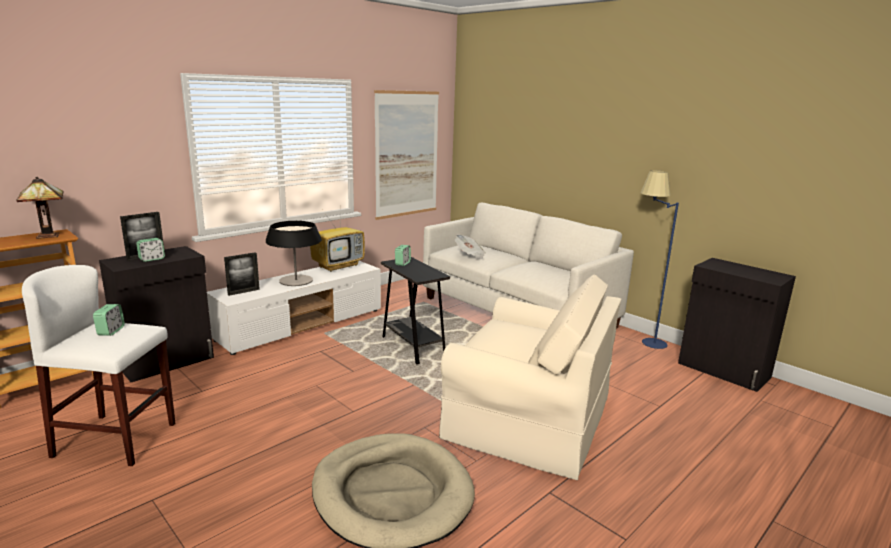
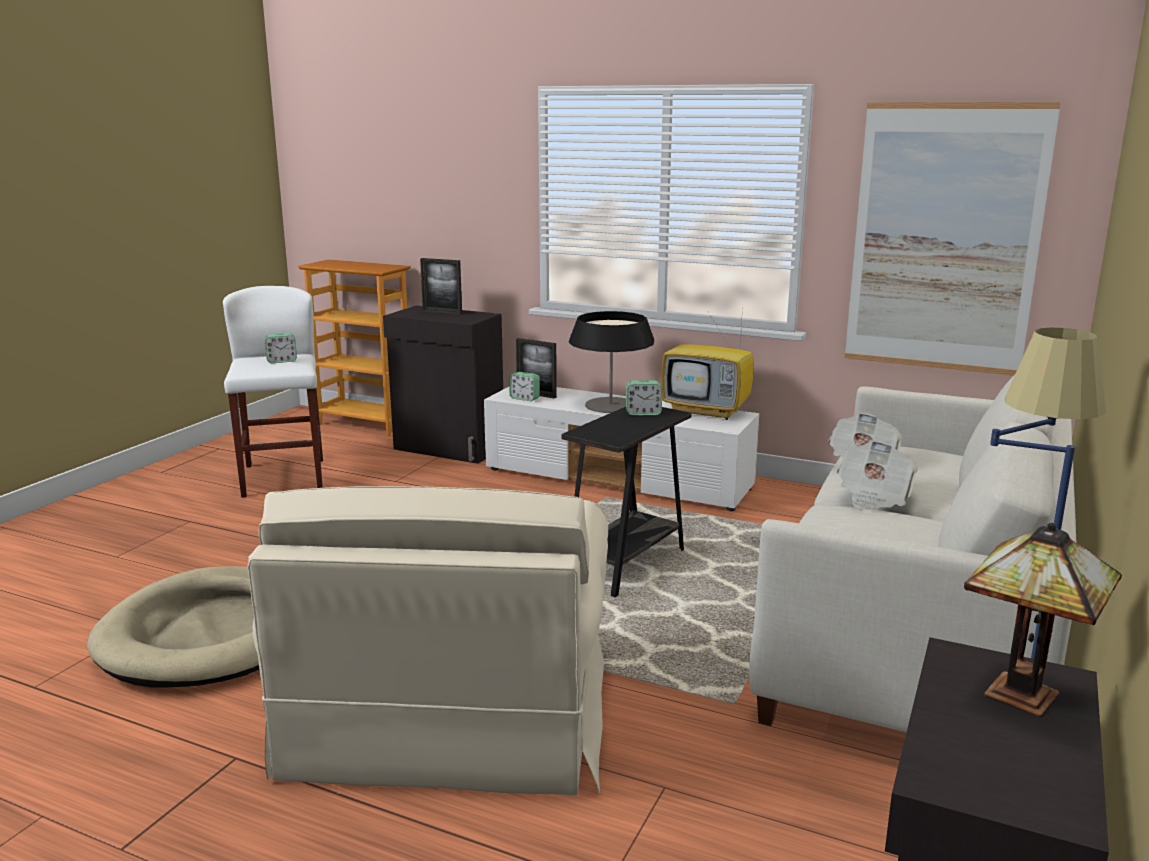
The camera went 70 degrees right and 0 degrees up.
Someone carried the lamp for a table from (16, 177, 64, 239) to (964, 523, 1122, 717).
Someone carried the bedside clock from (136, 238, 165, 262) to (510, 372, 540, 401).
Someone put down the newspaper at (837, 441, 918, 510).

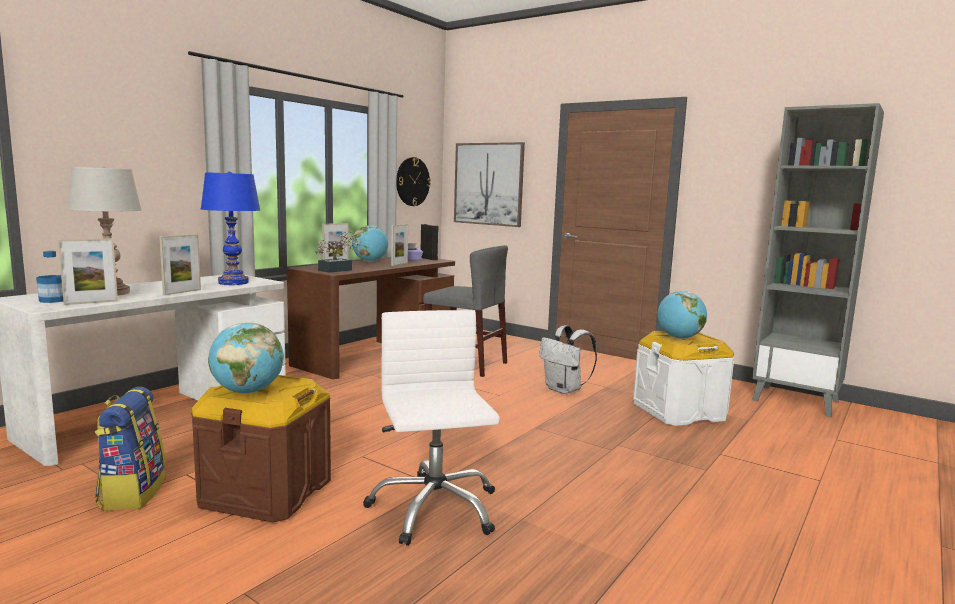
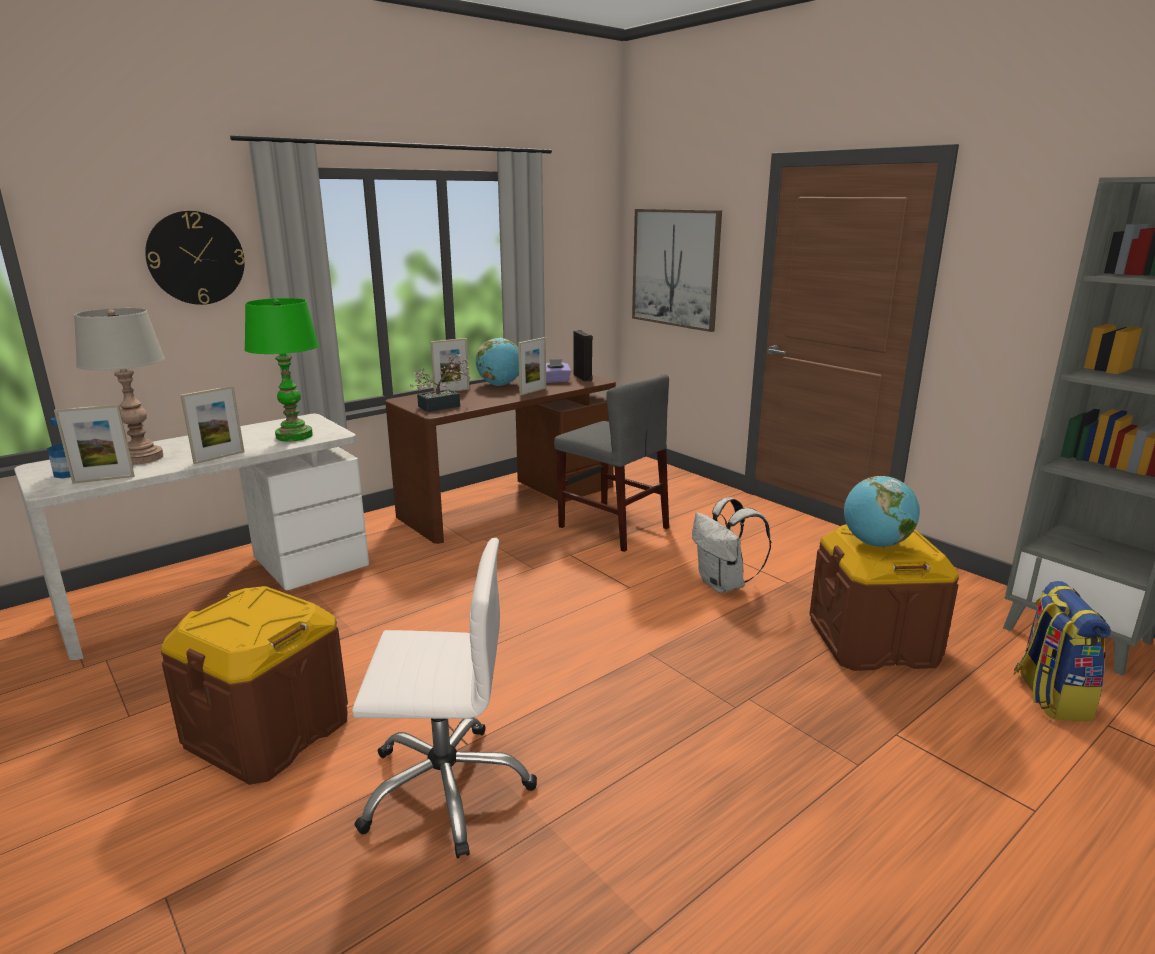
The camera went 15 degrees right and 10 degrees up.
Someone carried the knapsack from (95, 387, 166, 510) to (1013, 581, 1111, 721).
Someone repainted the bluish lamp for a table at (201, 172, 260, 285), which became the green-coloured lamp for a table at (244, 298, 319, 442).
Someone took away the globe at (208, 323, 284, 394).
Someone rotated the white-coloured computer chair at (363, 310, 500, 546) by 90 degrees clockwise.
Someone carried the hanging clock from (397, 157, 431, 206) to (145, 211, 245, 305).
Someone repainted the white-coloured storage box at (633, 331, 734, 426), which became the brown storage box at (809, 524, 959, 671).

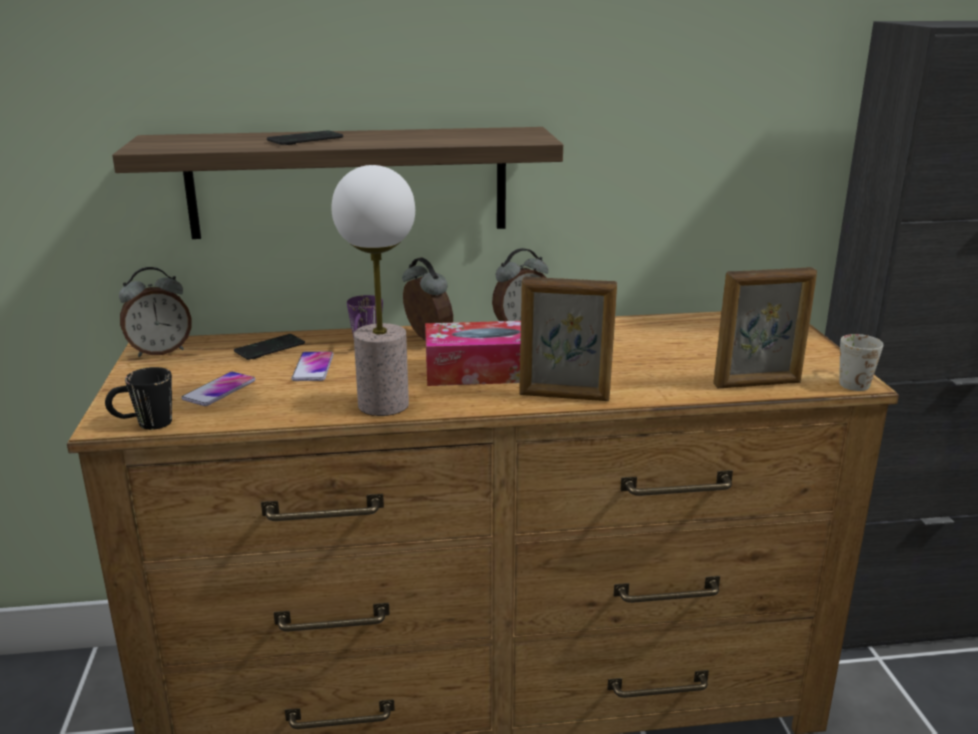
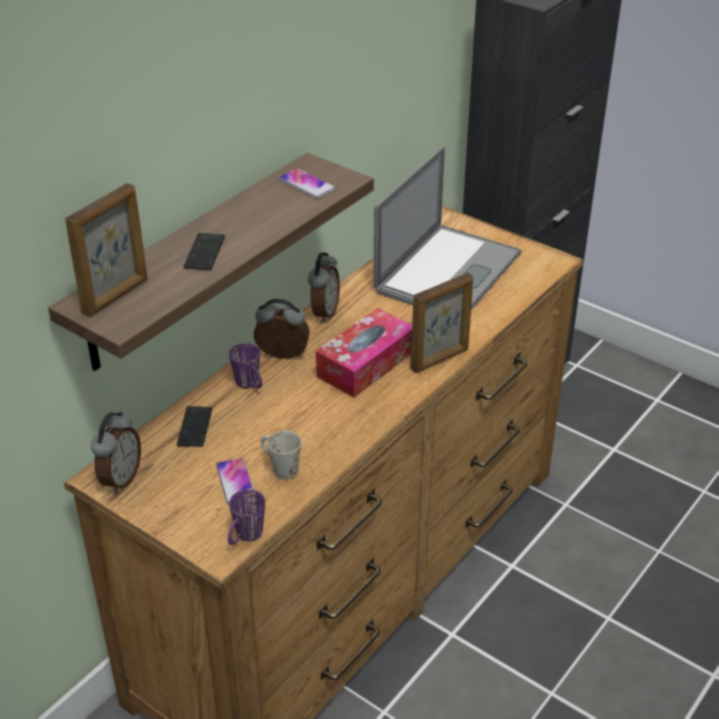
The camera went 45 degrees left and 15 degrees up.
Someone repainted the black tea mug at (105, 367, 172, 430), which became the purplish tea mug at (228, 489, 265, 545).
Someone carried the handset from (292, 351, 333, 381) to (279, 168, 336, 199).
Someone took away the lamp for a table at (331, 165, 415, 416).
Someone carried the photo frame from (713, 267, 817, 388) to (65, 183, 147, 317).
Someone carried the white-coloured tea mug from (839, 334, 883, 391) to (261, 430, 301, 480).
Someone put down the laptop at (373, 146, 521, 310).

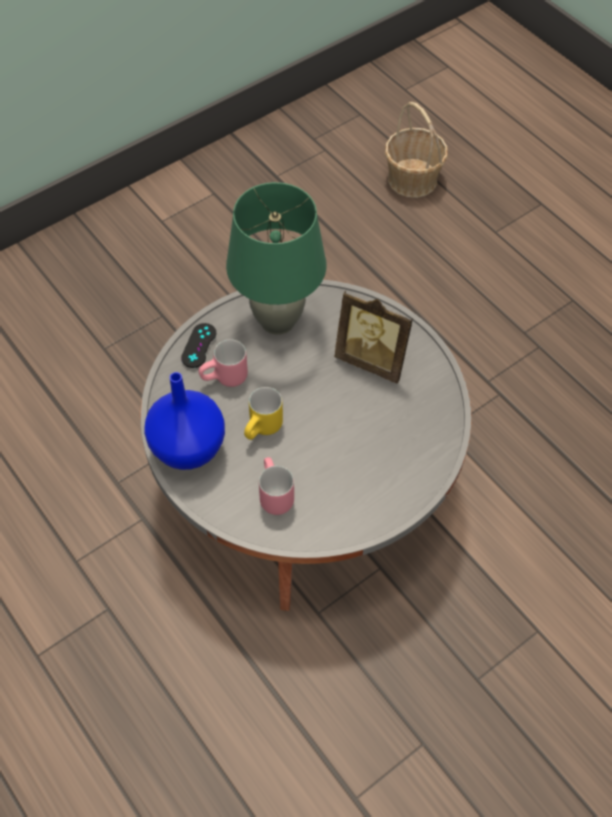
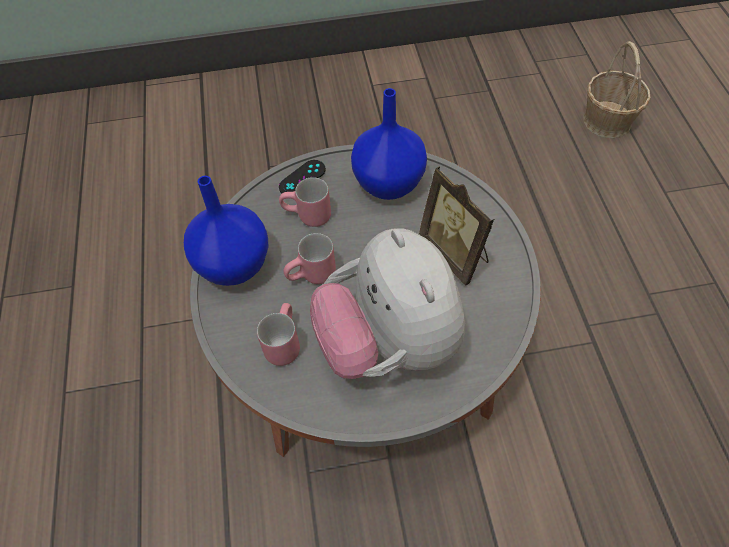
The camera went 30 degrees right and 0 degrees up.
Someone swapped the green-coloured lamp for a table at (226, 182, 326, 335) for the bluish vase at (351, 88, 427, 200).
Someone repainted the yellow-coloured tea mug at (244, 387, 283, 440), which became the pink-coloured tea mug at (284, 233, 336, 284).
Someone put down the soft toy at (310, 228, 465, 379).

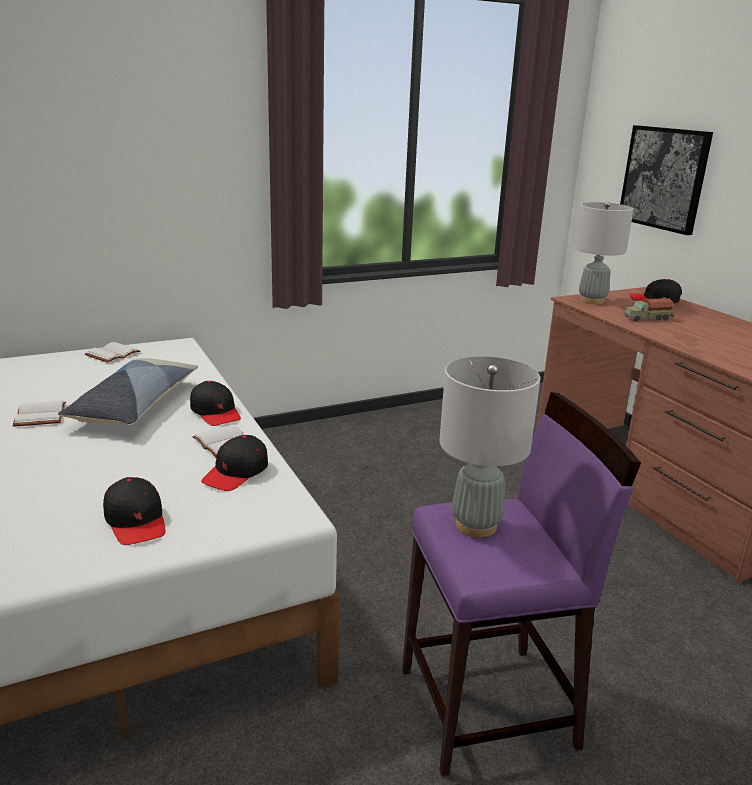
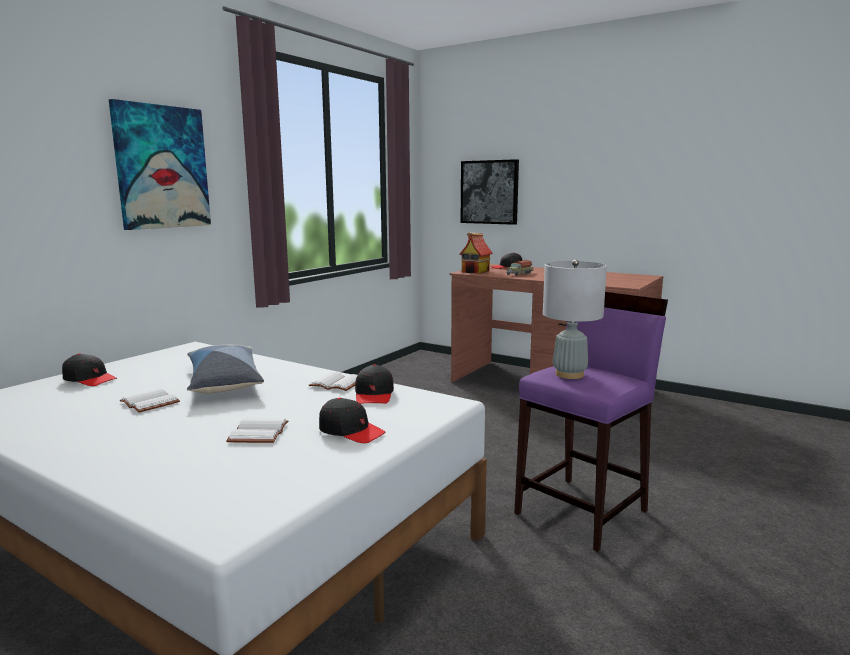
The camera went 30 degrees left and 10 degrees down.
Someone carried the white-coloured book from (85, 342, 140, 363) to (226, 418, 288, 443).
Someone carried the black peaked cap from (190, 381, 241, 426) to (62, 353, 117, 386).
Someone swapped the greyish lamp for a table at (575, 202, 634, 304) for the miniature house at (459, 233, 493, 274).
Someone put up the picture at (109, 99, 211, 230).

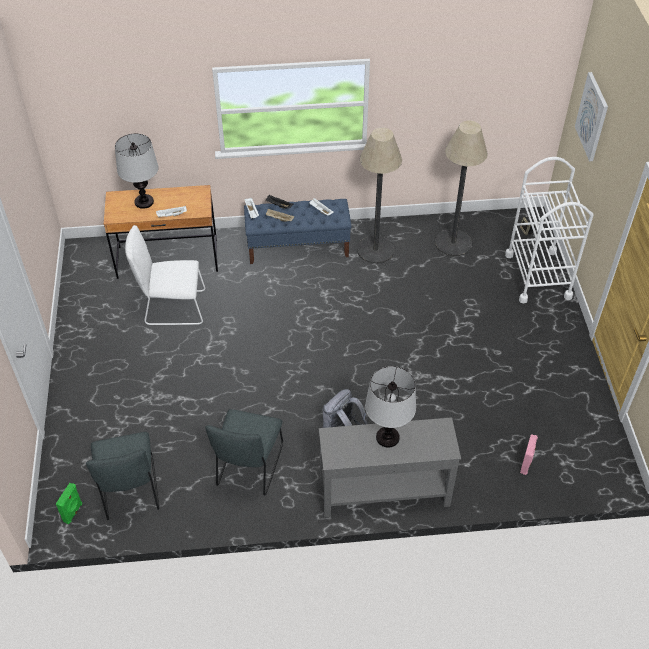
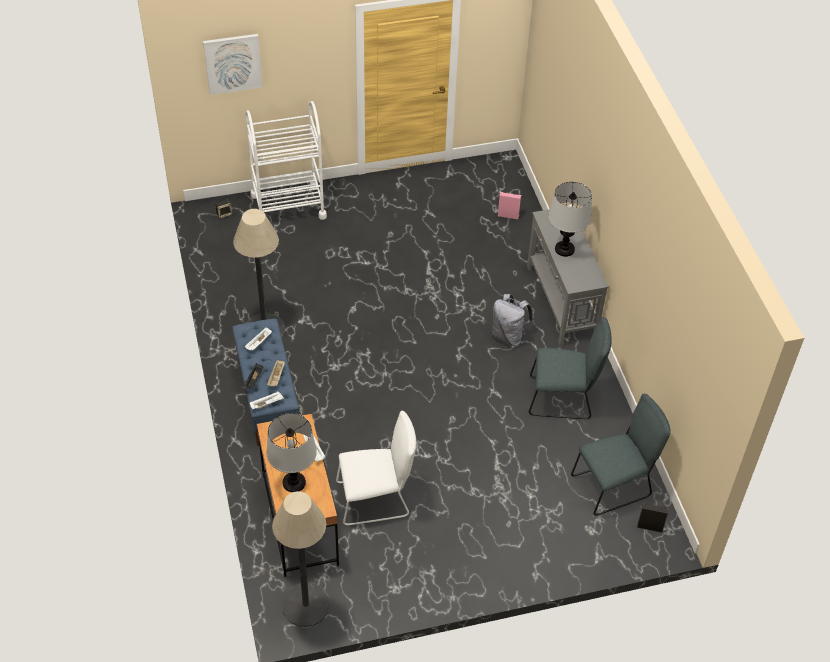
The camera went 100 degrees left and 0 degrees up.
Someone repainted the green-coloured speaker at (56, 483, 82, 524), which became the black speaker at (637, 503, 669, 532).
Someone rotated the white-coloured plain chair at (125, 225, 205, 325) by 90 degrees counterclockwise.
Someone carried the standing lamp from (435, 121, 488, 256) to (272, 491, 330, 627).

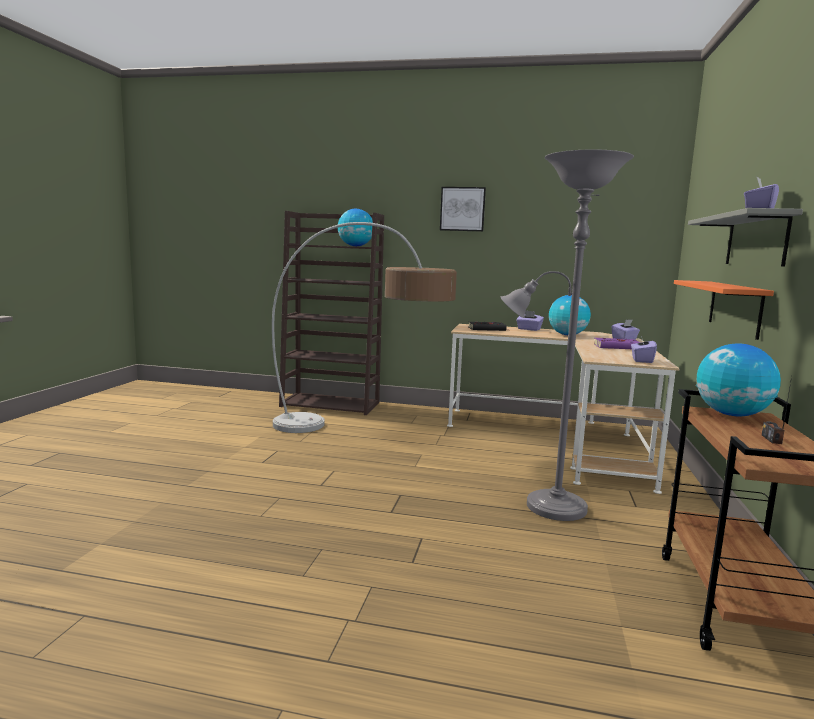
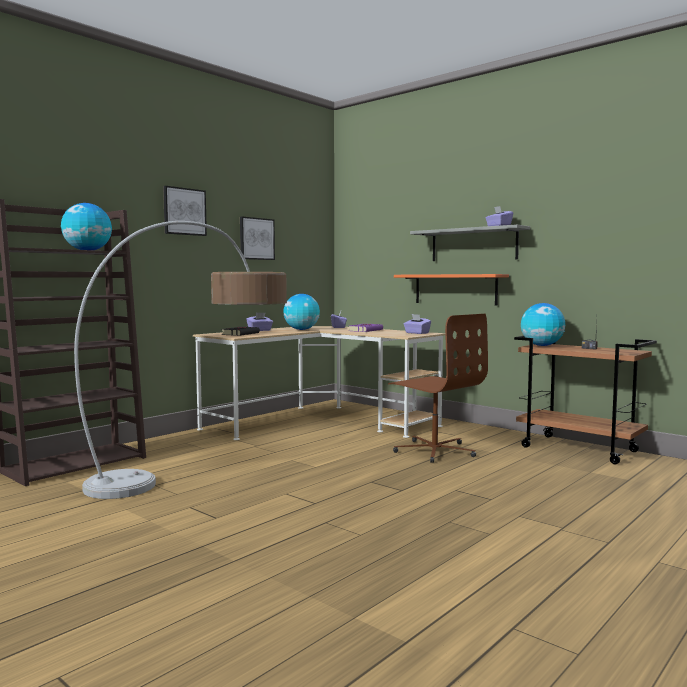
The camera went 60 degrees left and 5 degrees down.
Someone swapped the greyish standing lamp at (500, 149, 634, 521) for the brown computer chair at (388, 314, 488, 463).
Someone put up the picture at (240, 217, 275, 260).

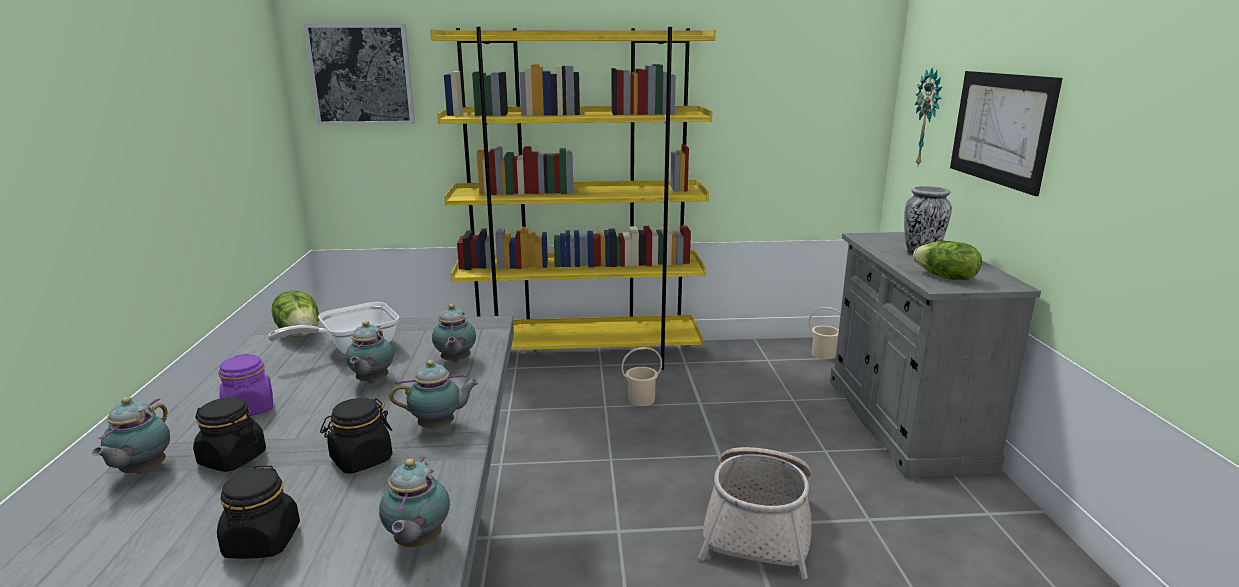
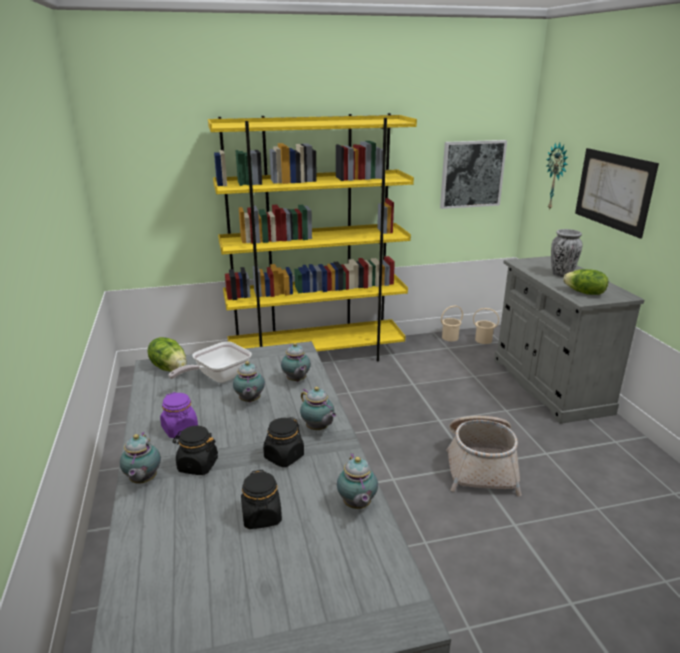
The camera went 10 degrees left and 5 degrees up.
Someone carried the picture from (303, 24, 415, 125) to (440, 140, 507, 209).
Someone rotated the tea pot at (390, 360, 479, 428) by 75 degrees clockwise.
Someone carried the beige-coloured pail from (621, 347, 662, 406) to (441, 306, 463, 341).

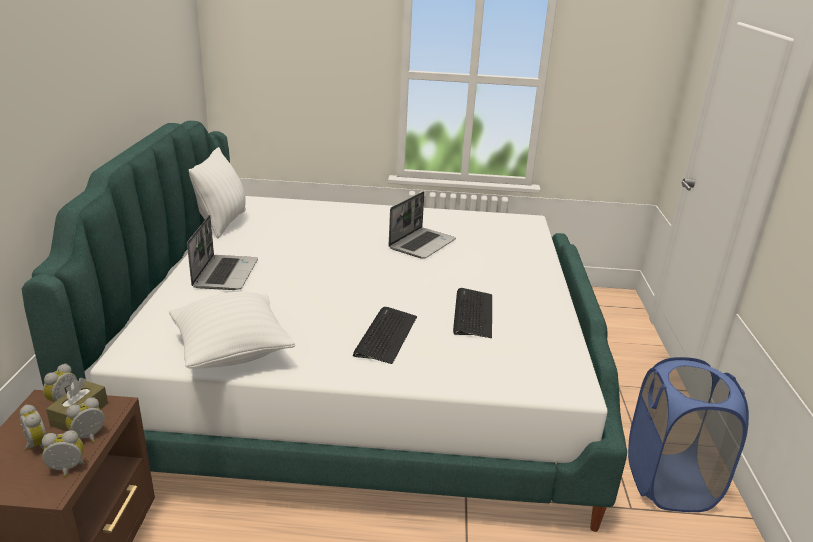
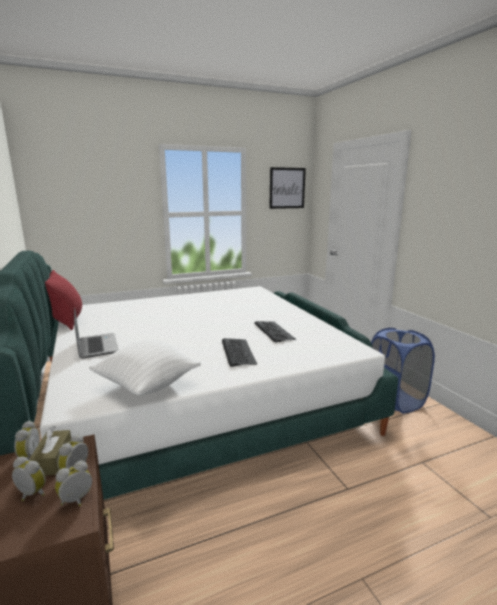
The camera went 25 degrees left and 10 degrees down.
Someone repainted the white-coloured cushion at (189, 147, 246, 238), which became the red cushion at (45, 270, 82, 330).
Someone took away the laptop at (389, 191, 456, 258).
Someone put up the picture at (269, 167, 306, 209).

